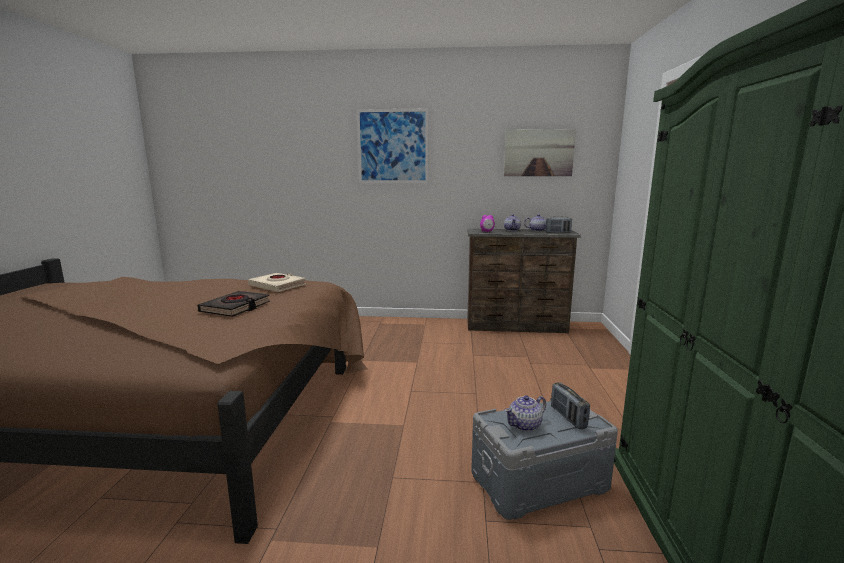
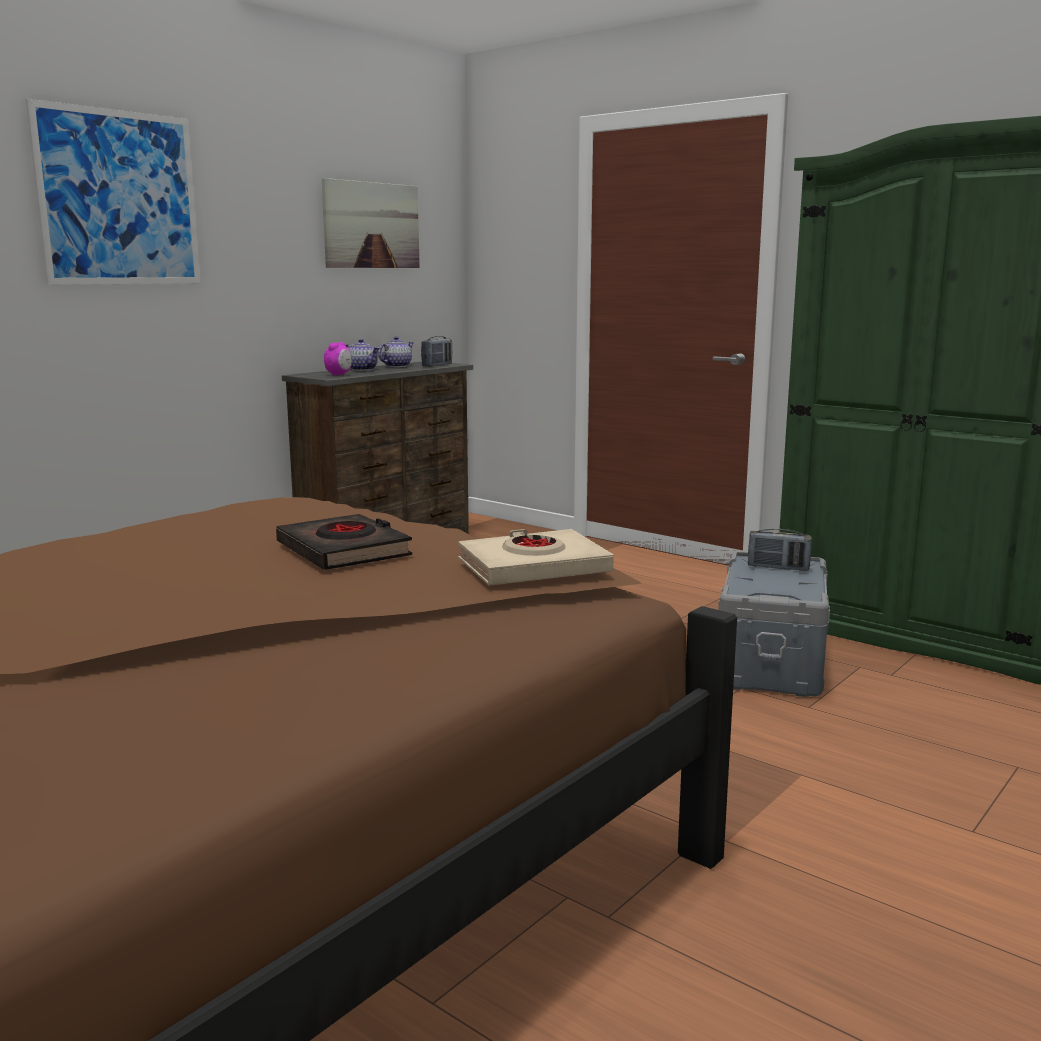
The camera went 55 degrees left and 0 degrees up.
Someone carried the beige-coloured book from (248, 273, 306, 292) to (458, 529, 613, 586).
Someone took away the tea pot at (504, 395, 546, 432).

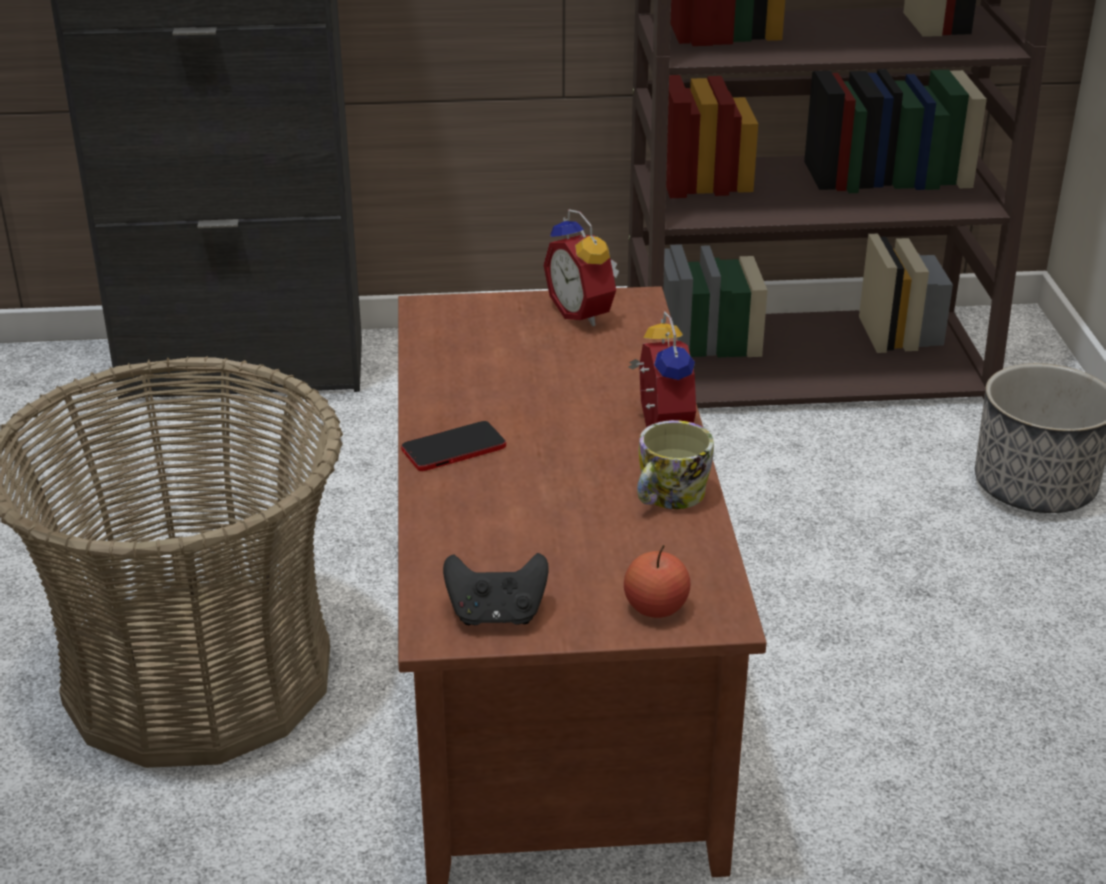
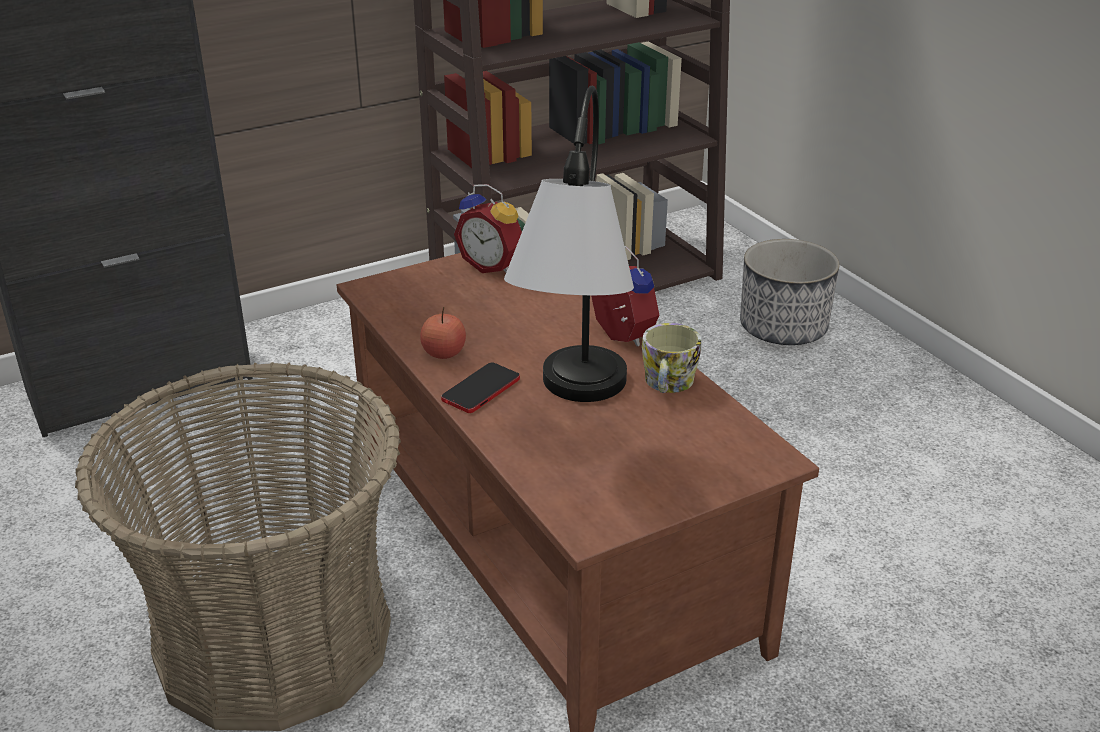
The camera went 25 degrees left and 0 degrees up.
Someone took away the black joypad at (443, 553, 549, 625).
Someone carried the whole apple from (624, 545, 690, 618) to (420, 307, 466, 359).
Someone put down the lamp for a table at (504, 86, 634, 402).

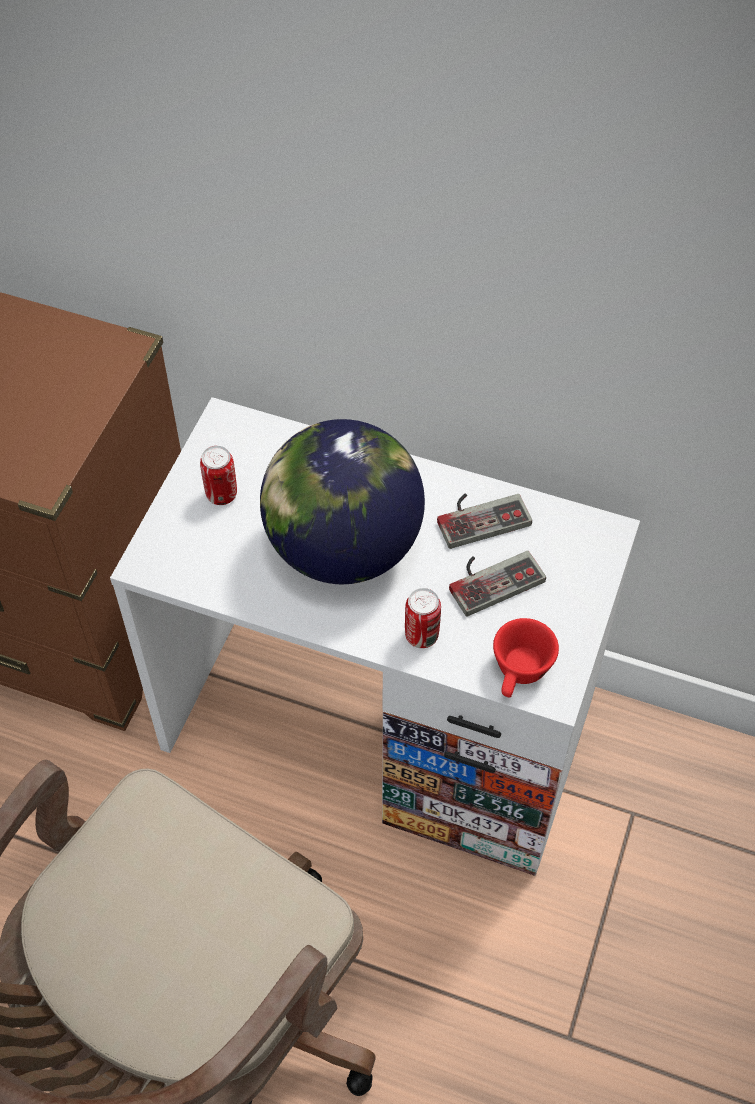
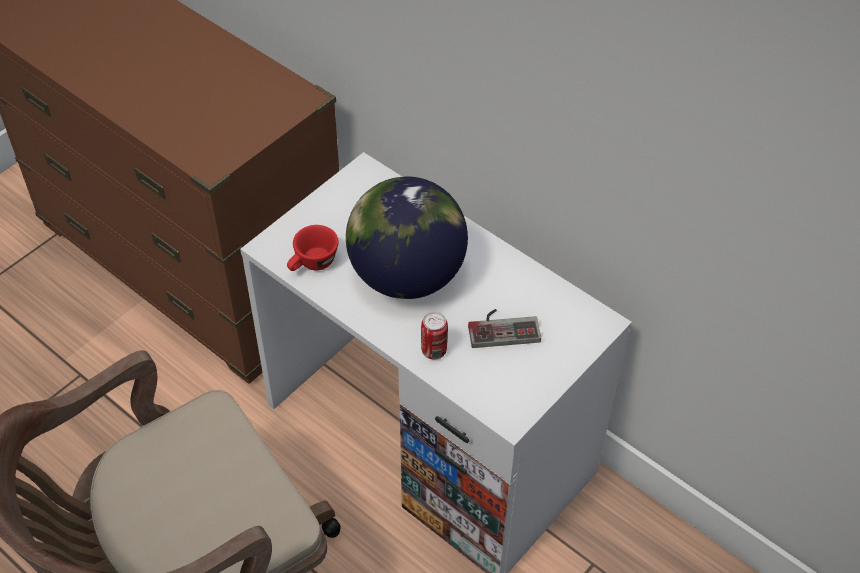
The camera went 20 degrees right and 5 degrees down.
Someone took away the metal can at (200, 446, 237, 505).
Someone took away the joypad at (437, 493, 532, 549).
Someone carried the red small cup from (493, 618, 559, 698) to (287, 225, 339, 271).

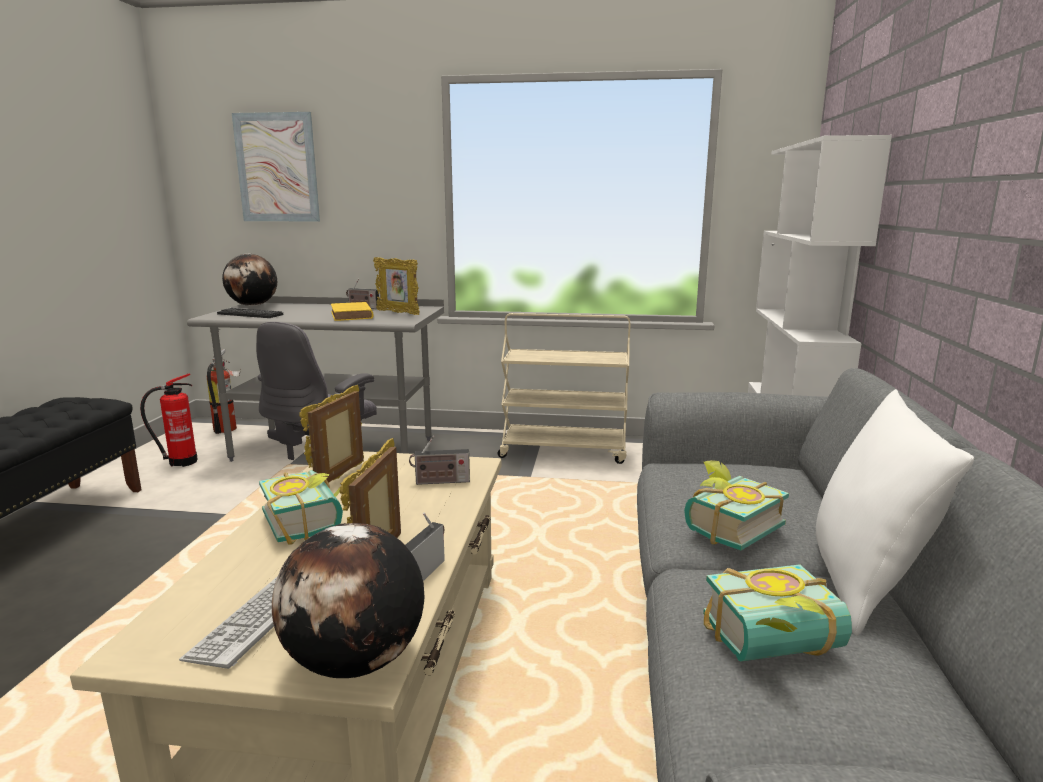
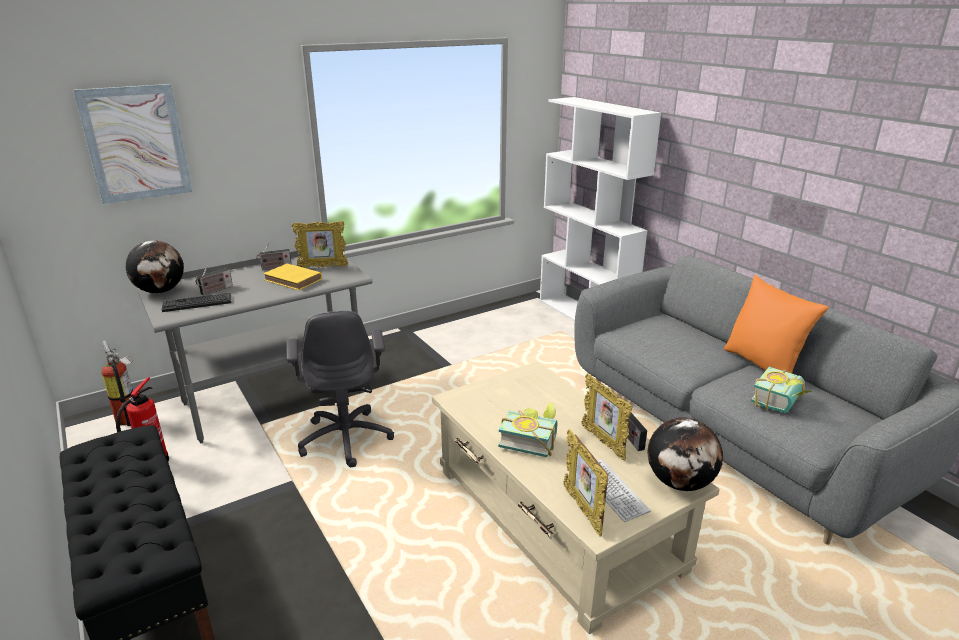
The camera went 40 degrees left and 10 degrees up.
Someone carried the photo frame from (299, 385, 364, 483) to (563, 429, 608, 536).
Someone carried the radio receiver from (409, 435, 470, 485) to (195, 264, 233, 295).
Someone took away the beige-coloured trolley at (498, 313, 630, 464).
Someone took away the book at (684, 460, 789, 550).
Someone repainted the white-coloured cushion at (816, 389, 974, 636), which became the orange-coloured cushion at (724, 275, 828, 373).

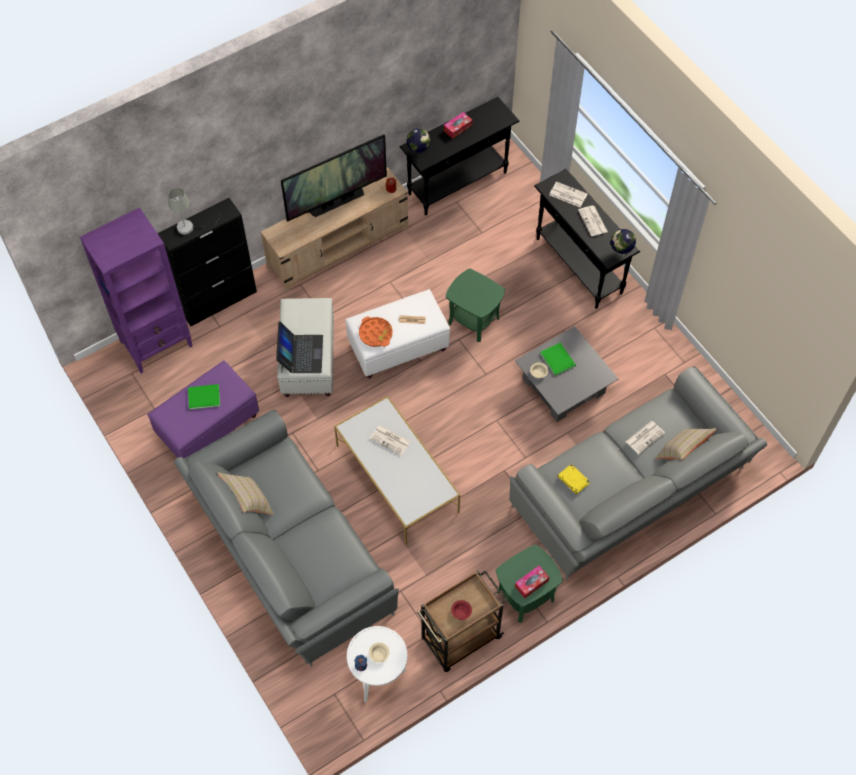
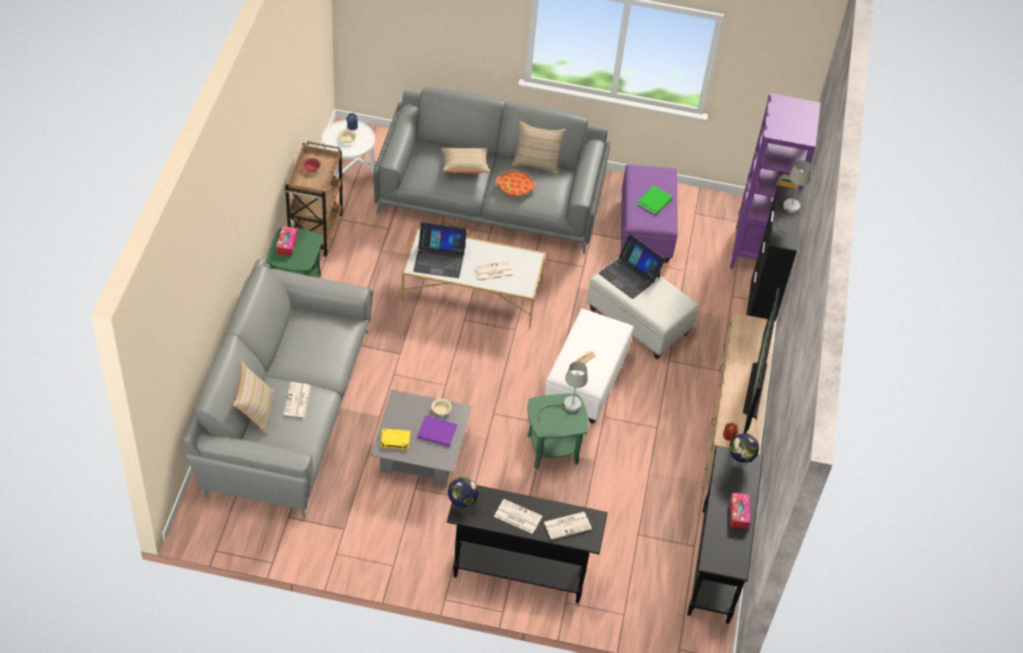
The camera went 130 degrees right and 10 degrees down.
Someone carried the orange-coloured serving tray from (359, 317, 393, 347) to (496, 171, 536, 197).
Someone repainted the green-coloured book at (540, 343, 576, 376), which became the purplish book at (417, 416, 457, 446).
Someone carried the yellow-coloured book from (558, 464, 590, 494) to (380, 428, 410, 449).
Someone put down the laptop at (413, 222, 467, 278).
Someone put down the beige-coloured cushion at (440, 148, 491, 173).
Someone put down the greyish lamp for a table at (538, 362, 588, 423).

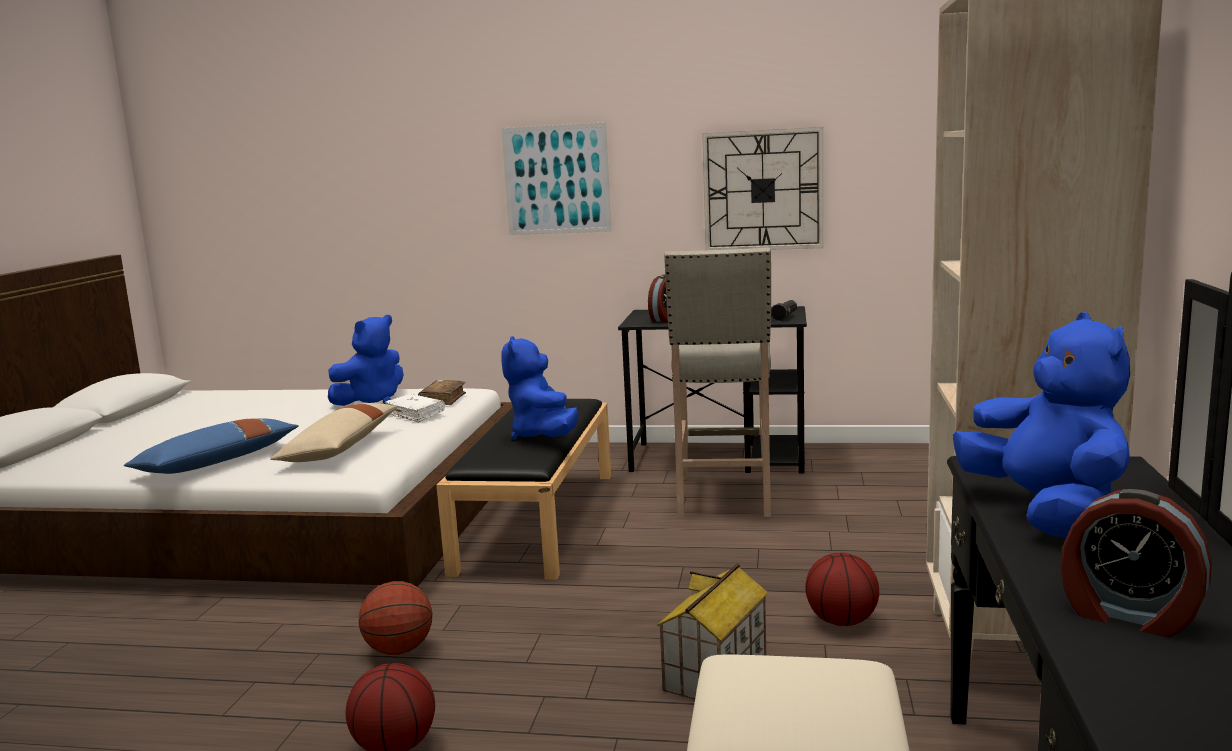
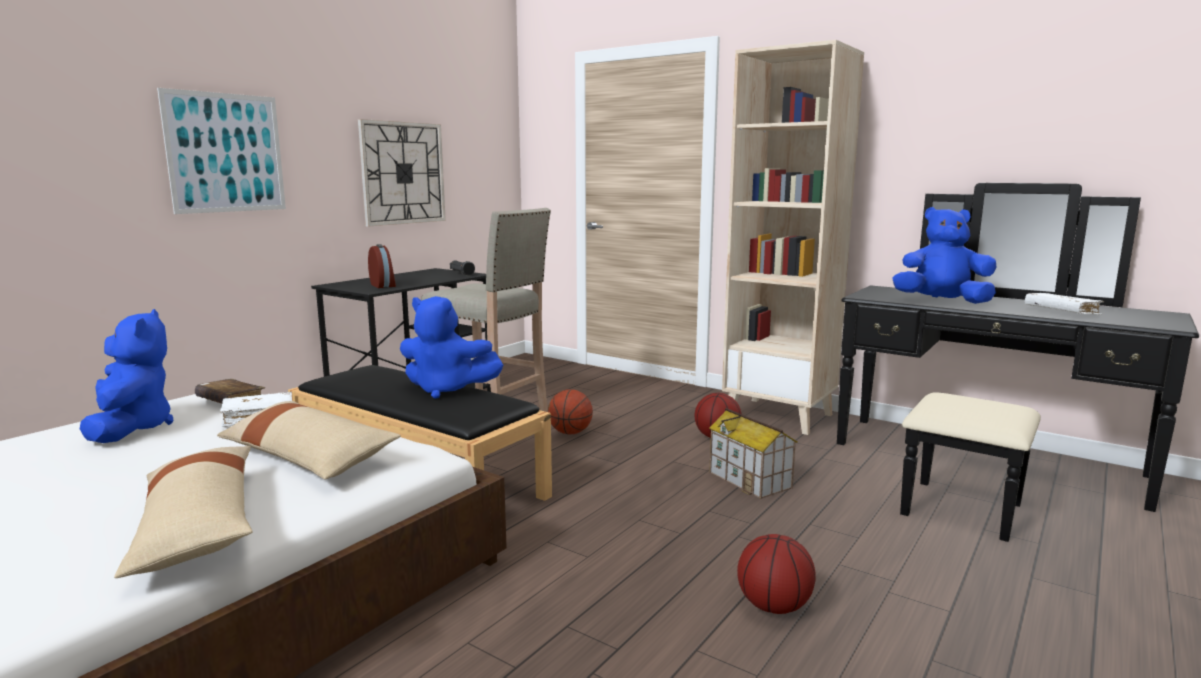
The camera went 65 degrees left and 0 degrees up.
Someone repainted the bluish cushion at (124, 418, 299, 474), which became the beige-coloured cushion at (114, 446, 253, 578).
Someone carried the basketball ball from (359, 581, 432, 655) to (548, 389, 593, 434).
Someone swapped the bedside clock at (1060, 489, 1212, 638) for the white-coloured book at (1025, 293, 1104, 315).

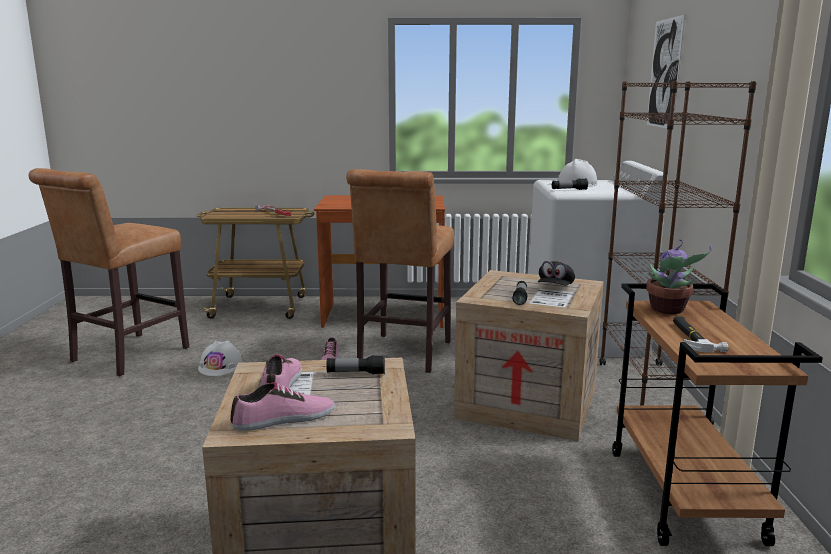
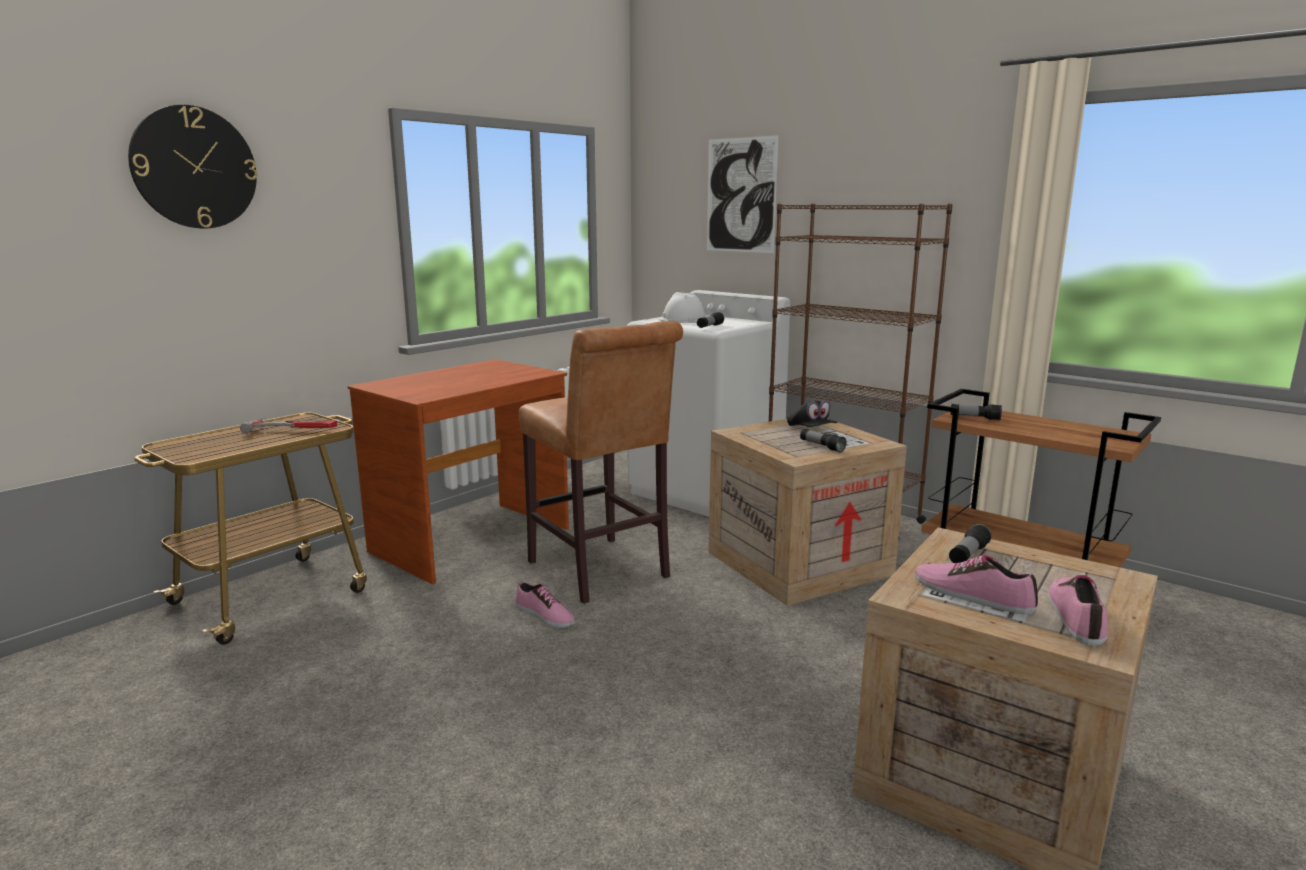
The camera went 50 degrees left and 0 degrees up.
Someone took away the brown sitting stool at (29, 168, 189, 376).
Someone took away the white-coloured safety helmet at (198, 340, 243, 376).
Someone swapped the plant in a pot at (646, 239, 712, 314) for the flashlight at (951, 404, 1002, 420).
Someone took away the hammer at (673, 316, 729, 353).
Someone put up the hanging clock at (128, 105, 257, 229).

